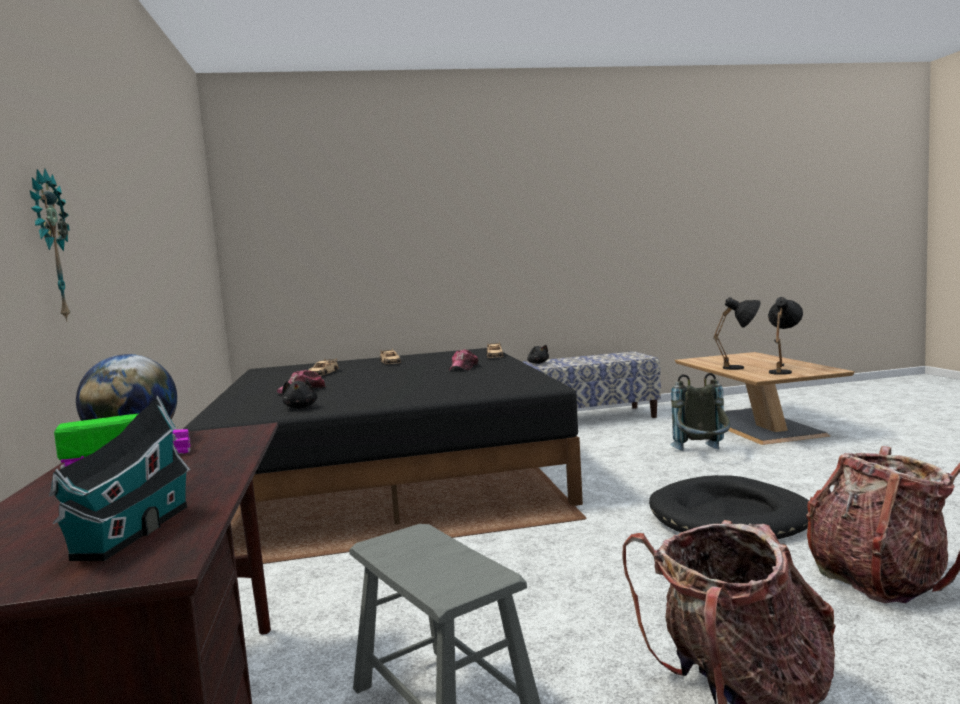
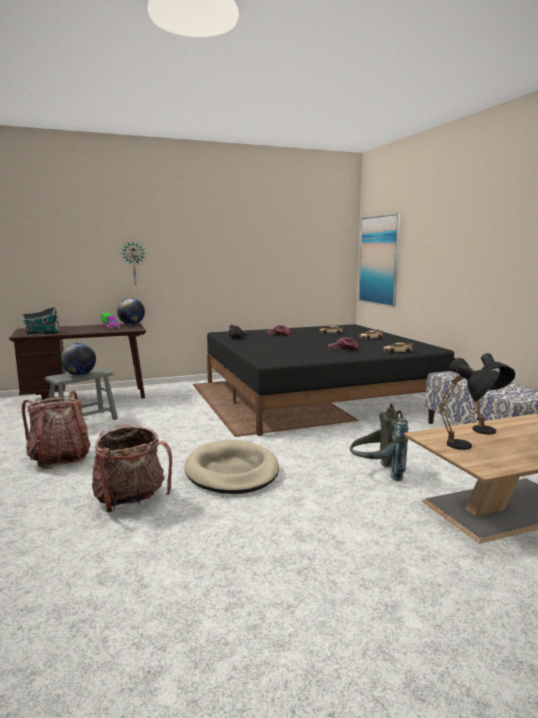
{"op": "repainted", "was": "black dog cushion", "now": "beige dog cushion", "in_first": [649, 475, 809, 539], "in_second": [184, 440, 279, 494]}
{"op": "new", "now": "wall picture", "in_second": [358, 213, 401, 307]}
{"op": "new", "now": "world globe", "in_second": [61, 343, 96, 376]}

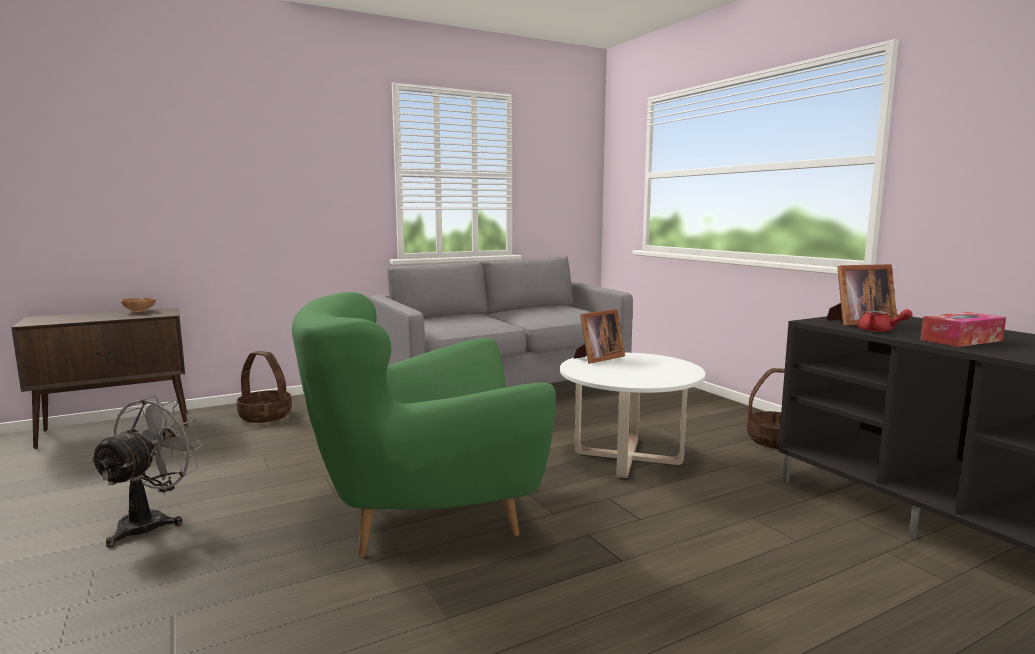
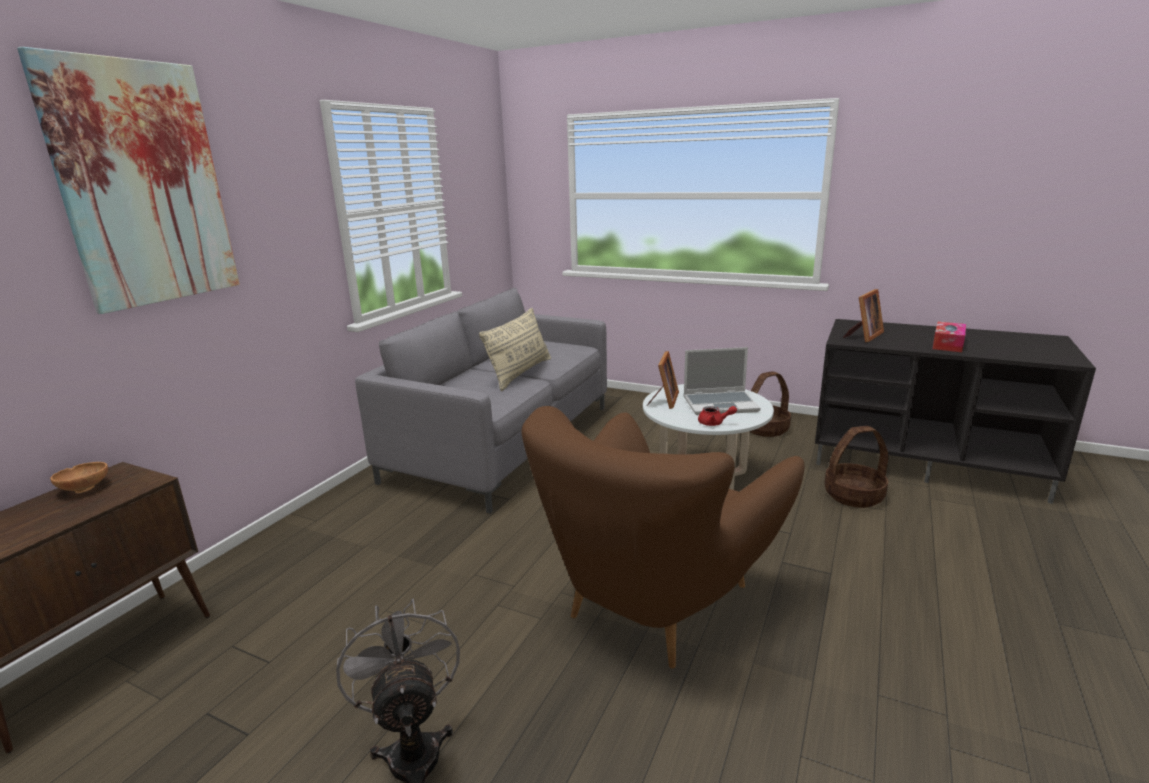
{"op": "repainted", "was": "greenish lounge chair", "now": "brown-coloured lounge chair", "in_first": [292, 292, 556, 558], "in_second": [522, 406, 805, 669]}
{"op": "shifted", "was": "reddish teapot", "in_first": [858, 309, 913, 332], "in_second": [698, 406, 737, 426]}
{"op": "shifted", "was": "storage basket", "in_first": [237, 351, 292, 423], "in_second": [824, 426, 888, 508]}
{"op": "new", "now": "wall picture", "in_second": [17, 47, 240, 314]}
{"op": "new", "now": "beige throw pillow", "in_second": [479, 308, 551, 391]}
{"op": "new", "now": "portable computer", "in_second": [684, 347, 761, 415]}

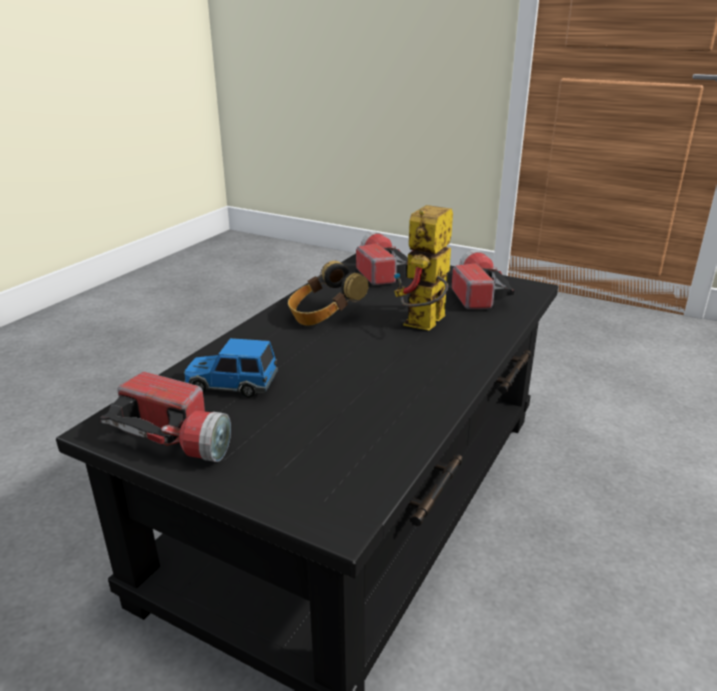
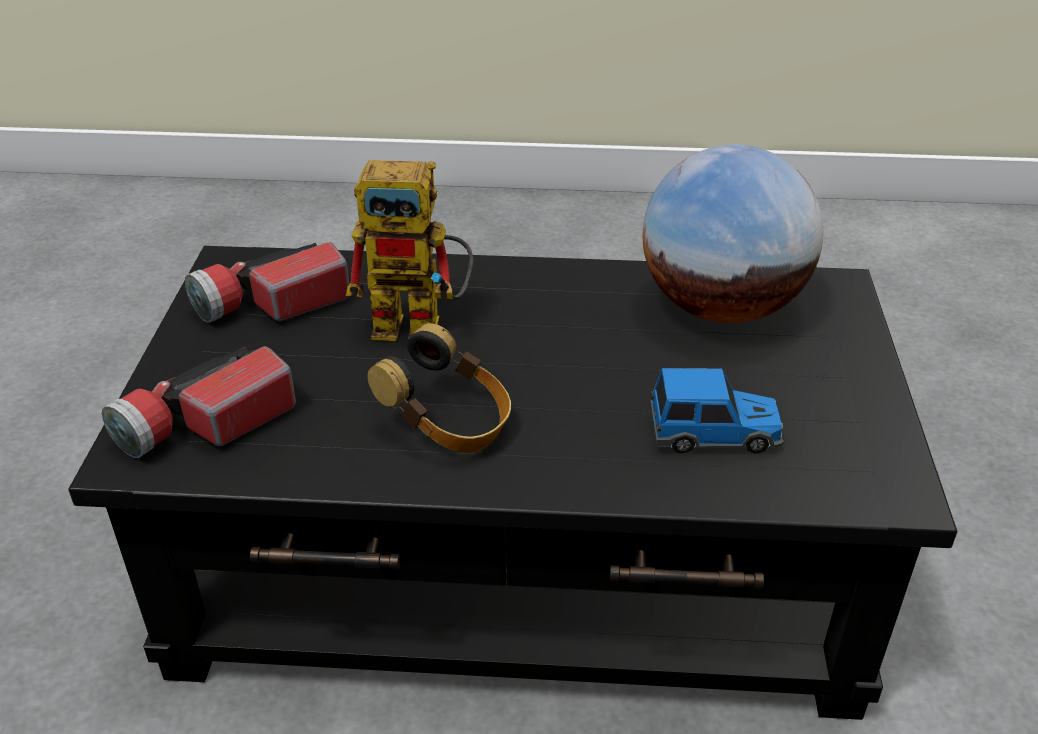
{"op": "rotated", "was": "miniature car", "in_first": [184, 338, 278, 398], "in_second": [650, 368, 783, 454], "clockwise": -75}
{"op": "gone", "was": "flashlight", "in_first": [100, 372, 231, 462]}
{"op": "new", "now": "world globe", "in_second": [643, 144, 823, 323]}

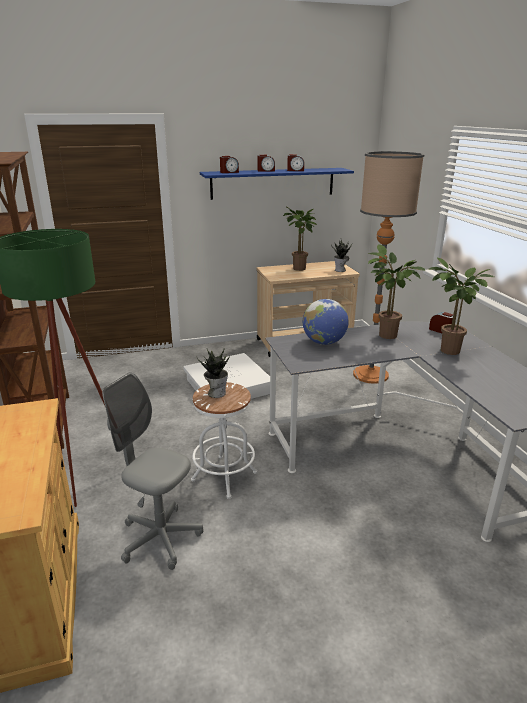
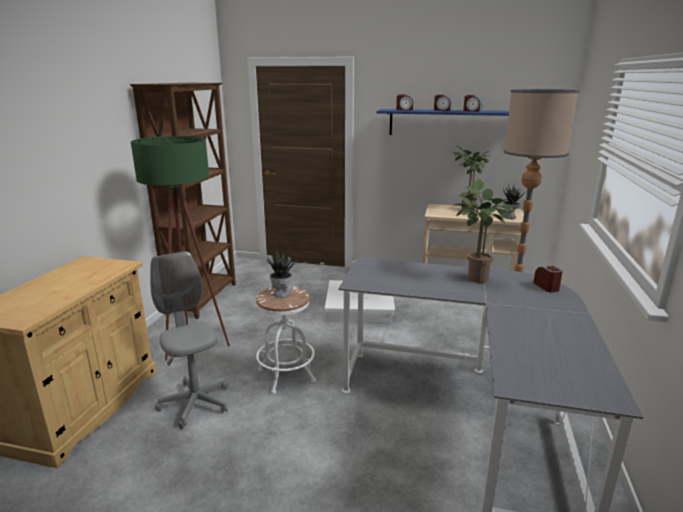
{"op": "gone", "was": "potted plant", "in_first": [428, 258, 494, 355]}
{"op": "gone", "was": "world globe", "in_first": [303, 299, 349, 345]}

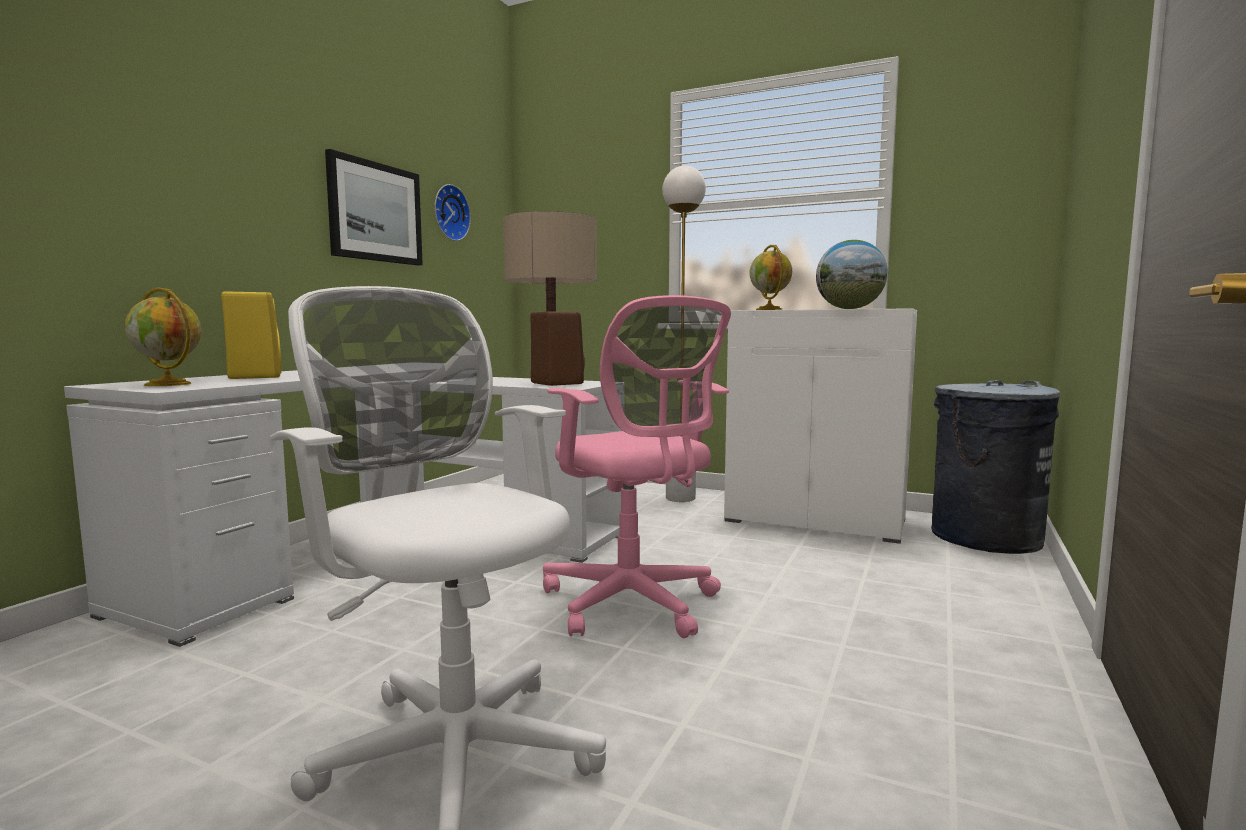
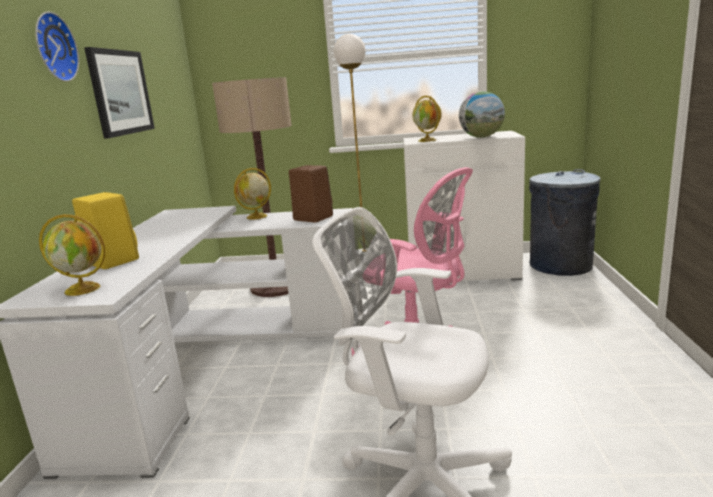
{"op": "shifted", "was": "hanging clock", "in_first": [434, 184, 471, 241], "in_second": [35, 12, 79, 82]}
{"op": "new", "now": "world globe", "in_second": [234, 168, 271, 220]}

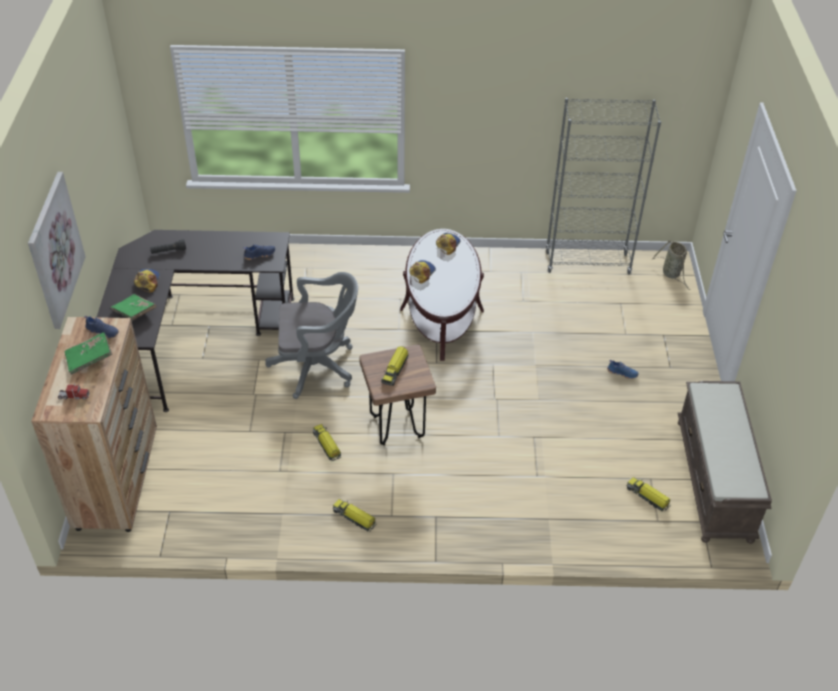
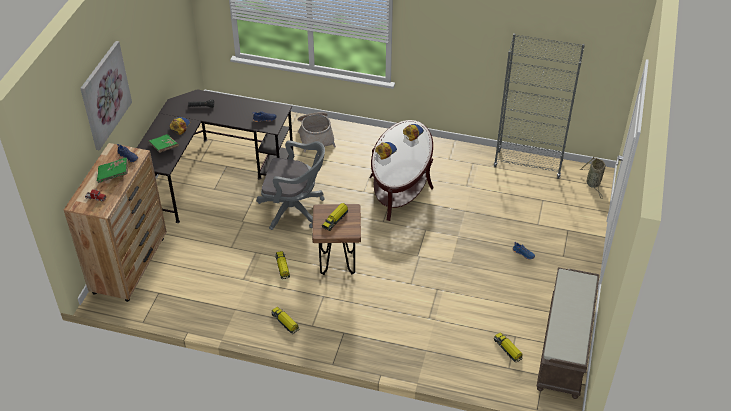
{"op": "new", "now": "storage basket", "in_second": [298, 112, 336, 152]}

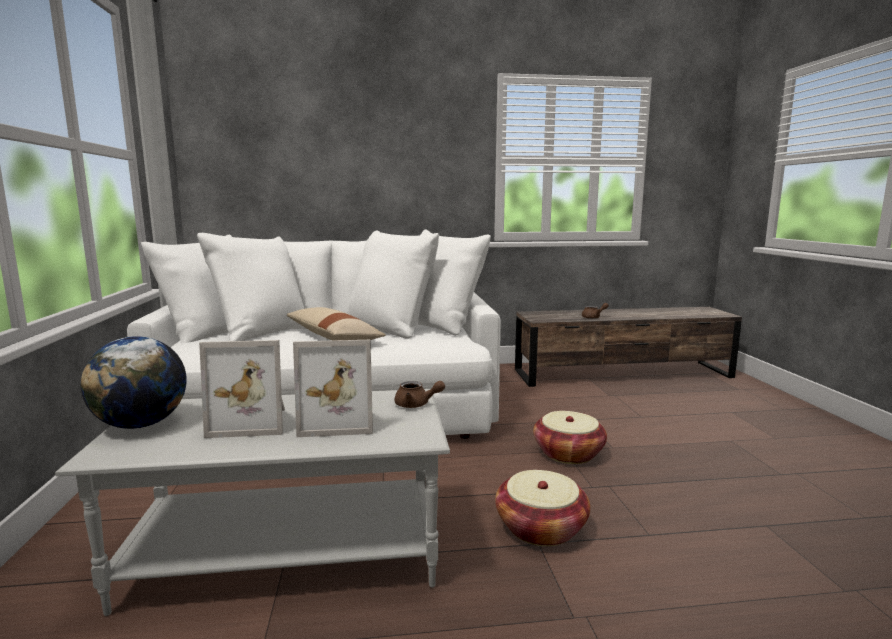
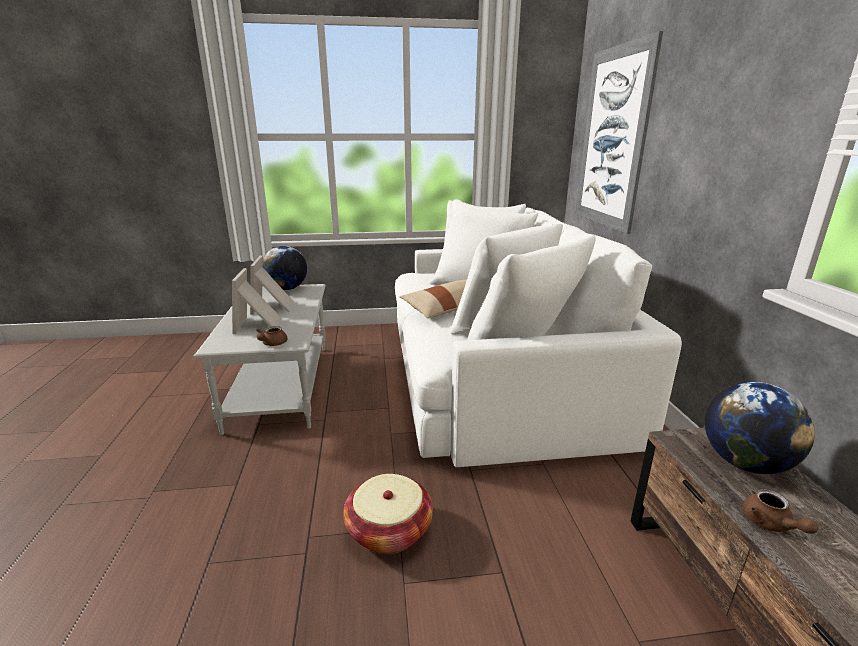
{"op": "gone", "was": "storage basket", "in_first": [495, 470, 590, 546]}
{"op": "new", "now": "wall picture", "in_second": [575, 31, 663, 234]}
{"op": "new", "now": "world globe", "in_second": [705, 382, 815, 474]}

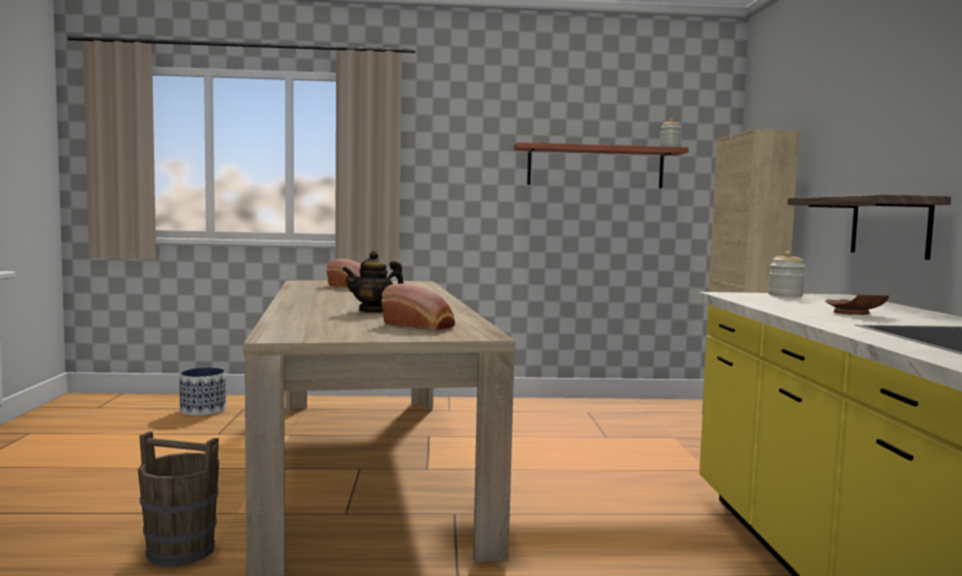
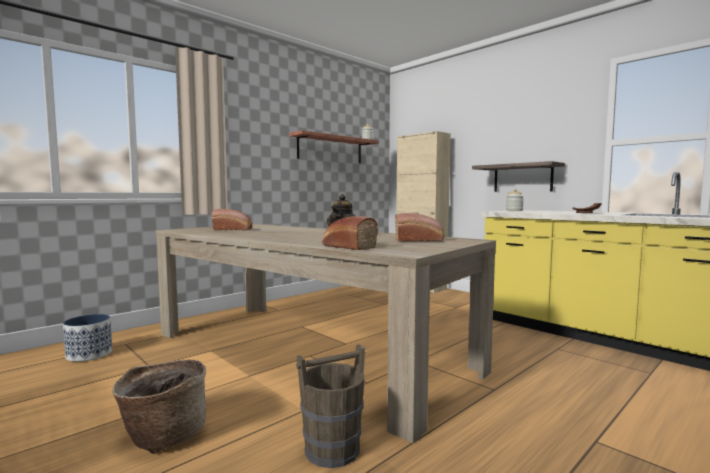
{"op": "new", "now": "bakery bread", "in_second": [322, 216, 378, 250]}
{"op": "new", "now": "storage basket", "in_second": [112, 359, 206, 454]}

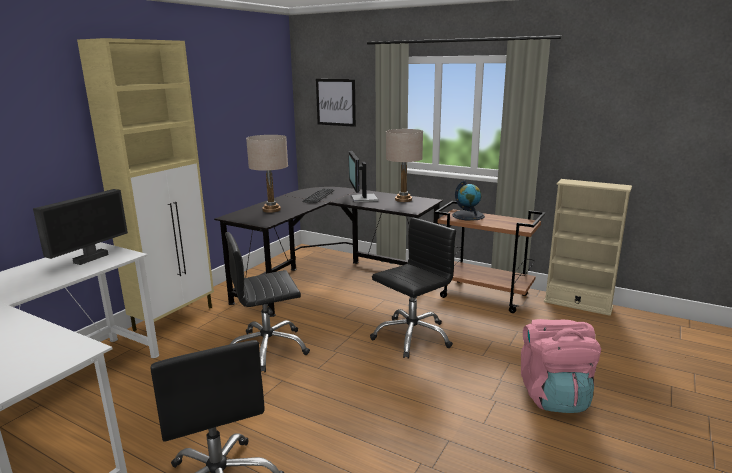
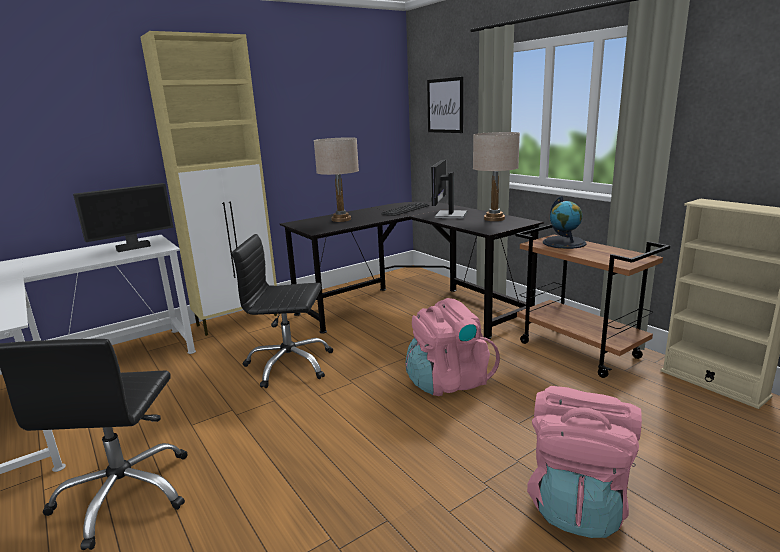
{"op": "swapped", "was": "black office chair", "now": "pinkish rucksack", "in_first": [370, 217, 456, 359], "in_second": [405, 298, 500, 396]}

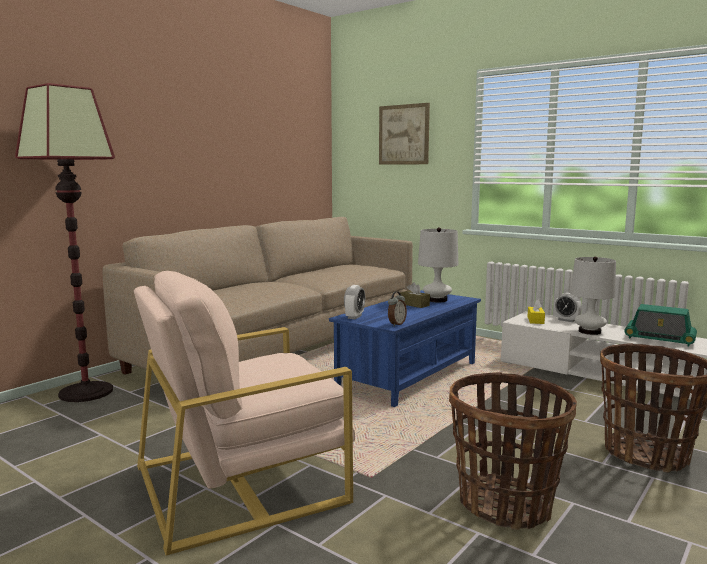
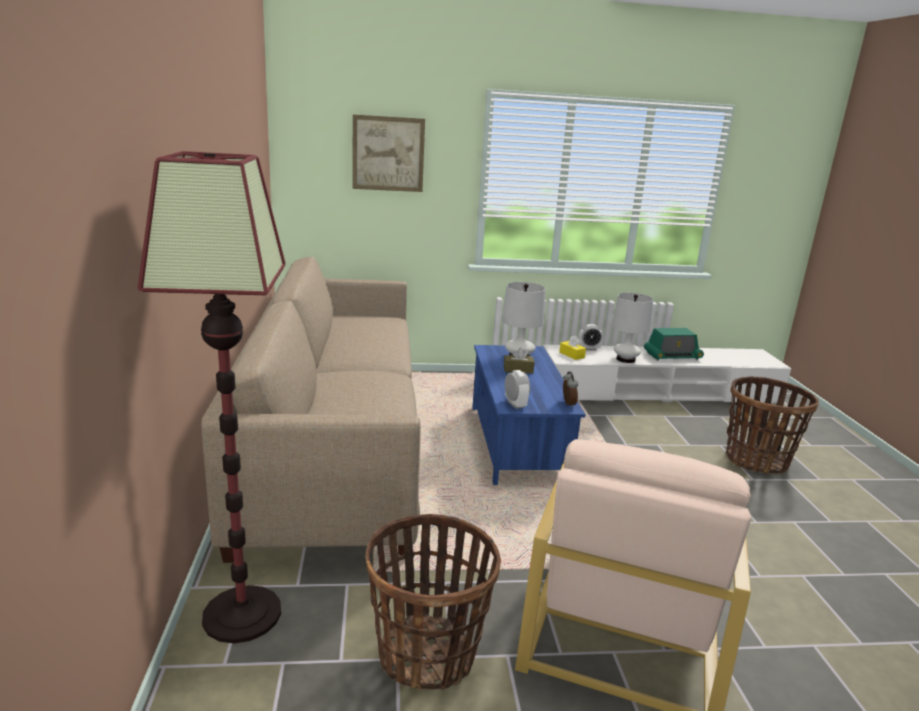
{"op": "shifted", "was": "storage basket", "in_first": [449, 372, 577, 530], "in_second": [366, 514, 501, 690]}

